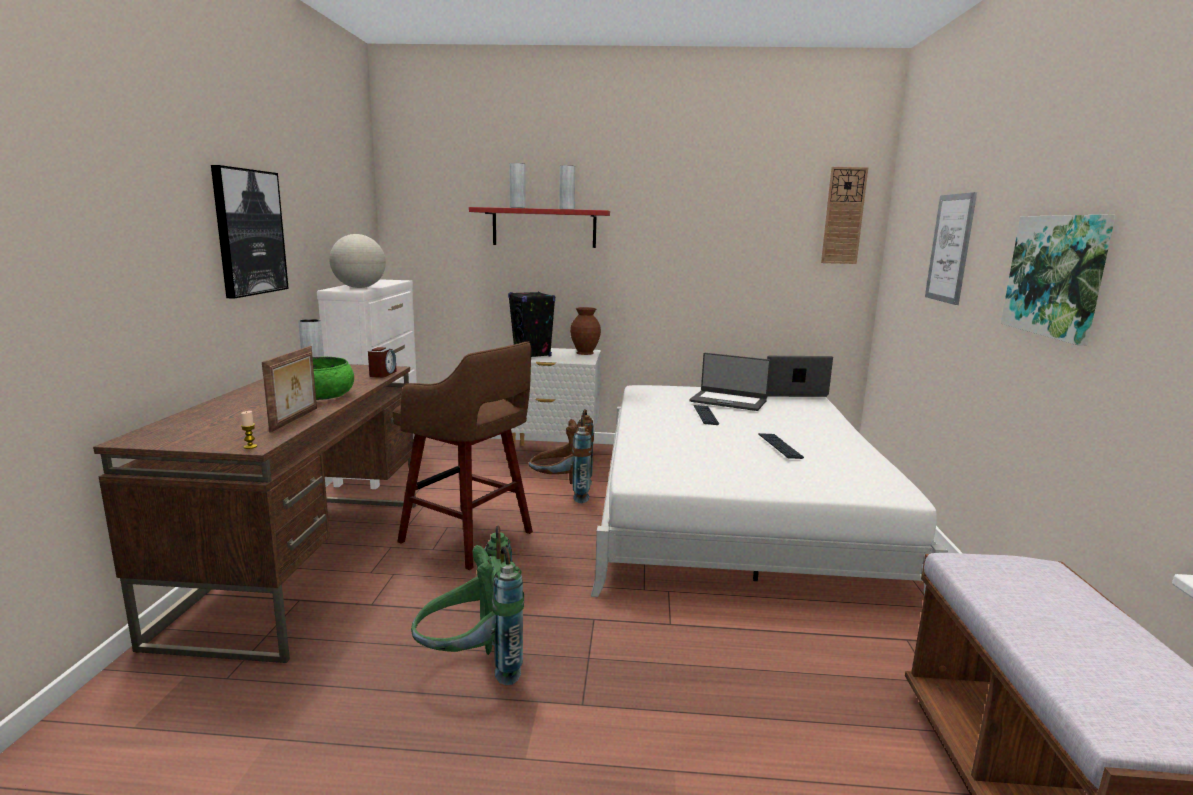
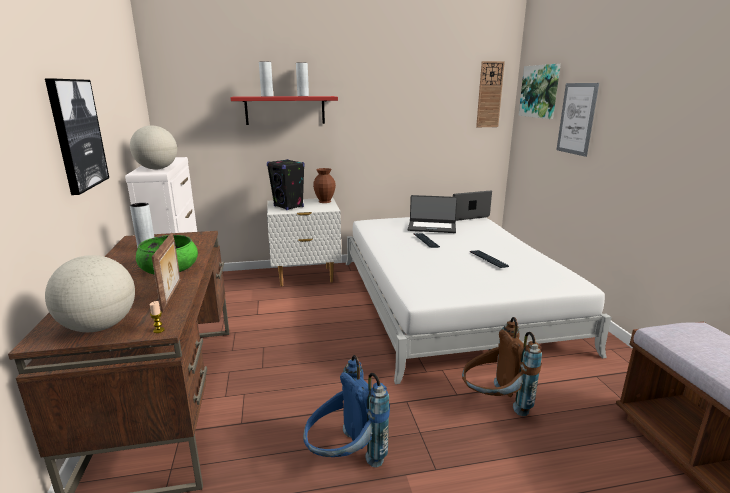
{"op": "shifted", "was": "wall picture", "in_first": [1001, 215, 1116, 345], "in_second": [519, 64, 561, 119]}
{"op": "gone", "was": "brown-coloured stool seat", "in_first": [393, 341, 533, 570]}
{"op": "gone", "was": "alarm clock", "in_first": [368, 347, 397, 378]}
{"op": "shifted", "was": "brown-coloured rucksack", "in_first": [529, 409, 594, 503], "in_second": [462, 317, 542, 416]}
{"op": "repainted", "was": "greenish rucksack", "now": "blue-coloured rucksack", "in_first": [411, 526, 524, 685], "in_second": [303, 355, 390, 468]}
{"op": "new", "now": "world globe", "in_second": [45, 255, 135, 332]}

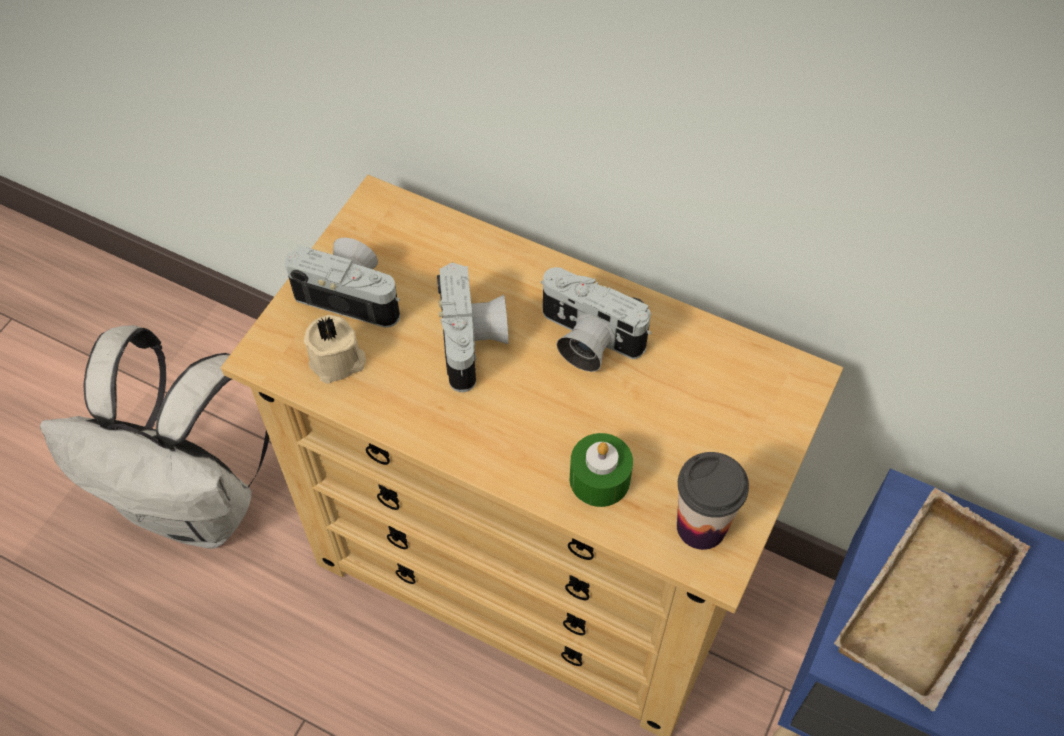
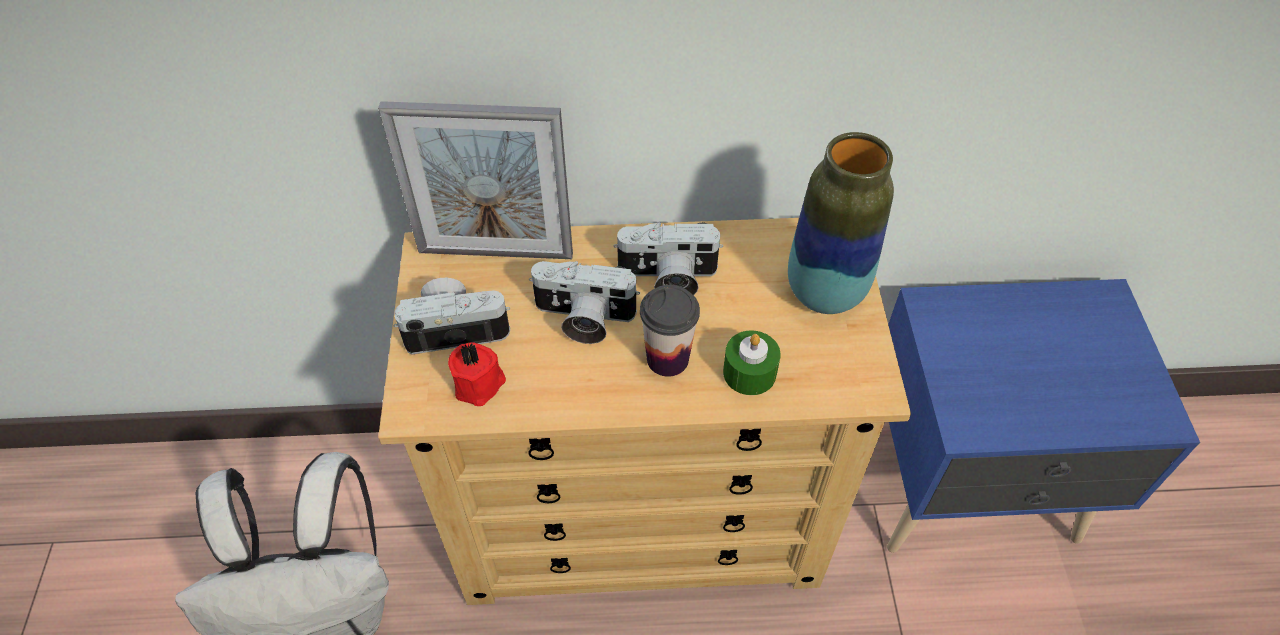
{"op": "rotated", "was": "still camera", "in_first": [437, 263, 509, 392], "in_second": [529, 261, 640, 344], "clockwise": 135}
{"op": "repainted", "was": "beige candle", "now": "reddish candle", "in_first": [304, 315, 366, 384], "in_second": [448, 343, 506, 406]}
{"op": "shifted", "was": "drinking cup", "in_first": [677, 452, 749, 550], "in_second": [640, 285, 700, 377]}
{"op": "gone", "was": "beige serving tray", "in_first": [834, 488, 1030, 712]}
{"op": "new", "now": "photo frame", "in_second": [378, 101, 573, 259]}
{"op": "new", "now": "decorative vase", "in_second": [788, 132, 894, 314]}

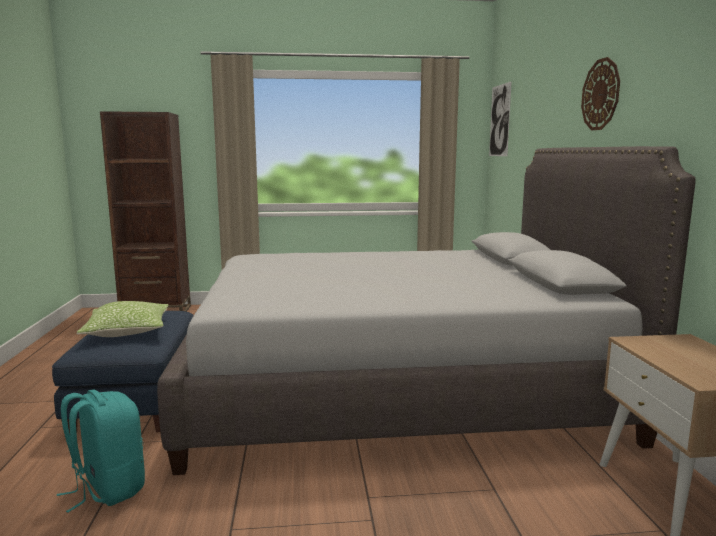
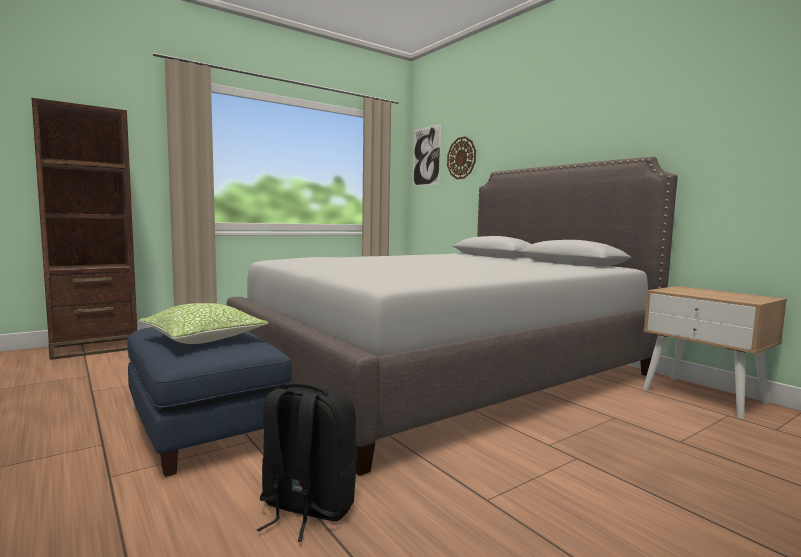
{"op": "shifted", "was": "hanging clock", "in_first": [581, 57, 620, 130], "in_second": [447, 136, 476, 179]}
{"op": "repainted", "was": "turquoise-coloured rucksack", "now": "black rucksack", "in_first": [57, 390, 145, 513], "in_second": [257, 383, 357, 542]}

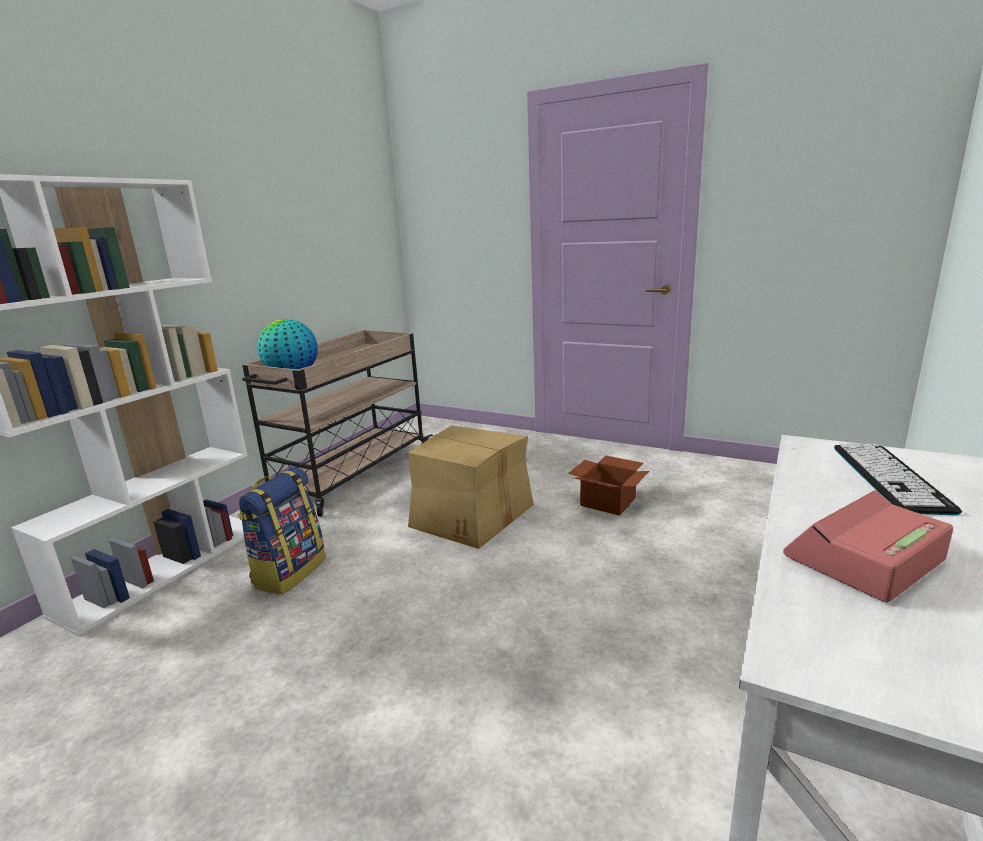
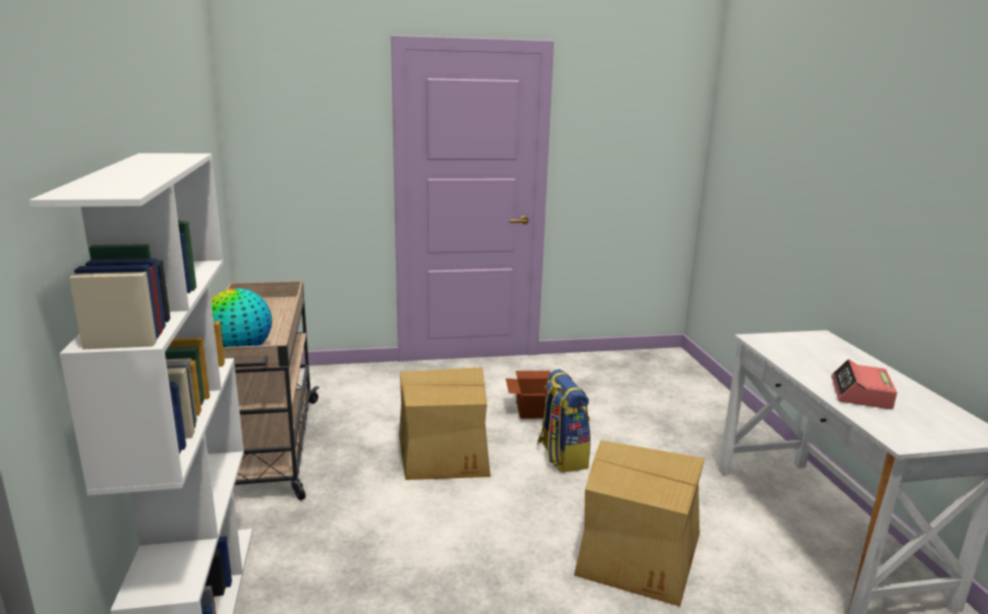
{"op": "gone", "was": "PC keyboard", "in_first": [834, 443, 962, 515]}
{"op": "shifted", "was": "rucksack", "in_first": [238, 467, 326, 595], "in_second": [537, 369, 591, 472]}
{"op": "new", "now": "carton", "in_second": [574, 440, 705, 607]}

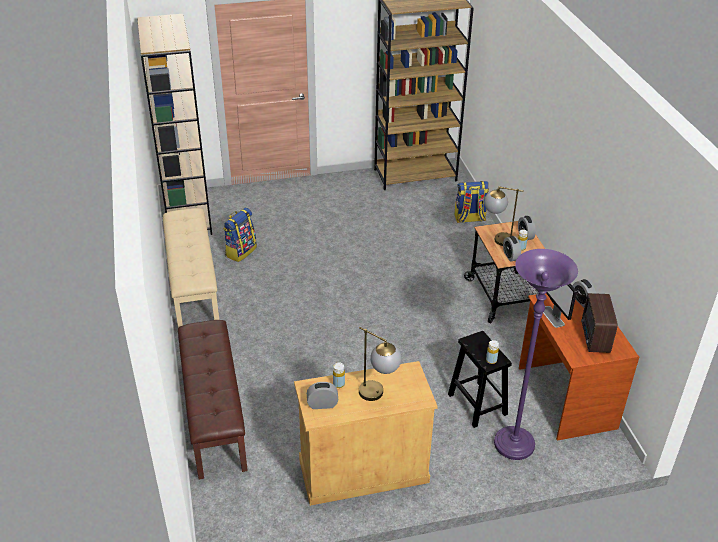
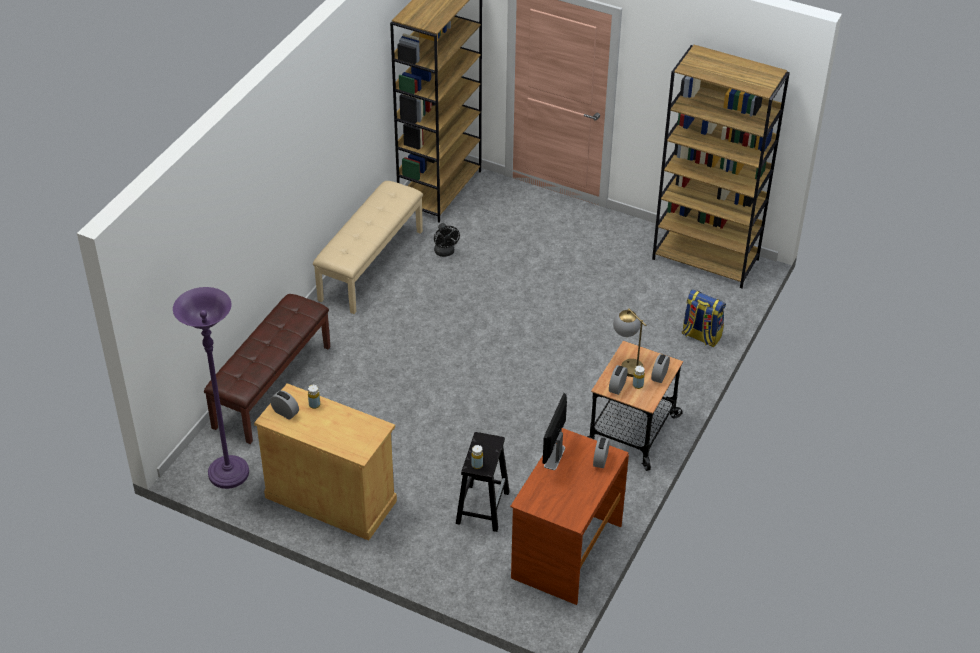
{"op": "swapped", "was": "rucksack", "now": "black electric fan", "in_first": [223, 208, 257, 262], "in_second": [434, 223, 460, 257]}
{"op": "shifted", "was": "purple standing lamp", "in_first": [494, 249, 578, 460], "in_second": [173, 287, 249, 489]}
{"op": "gone", "was": "radio", "in_first": [581, 293, 618, 353]}
{"op": "gone", "was": "lamp for a table", "in_first": [359, 327, 401, 401]}

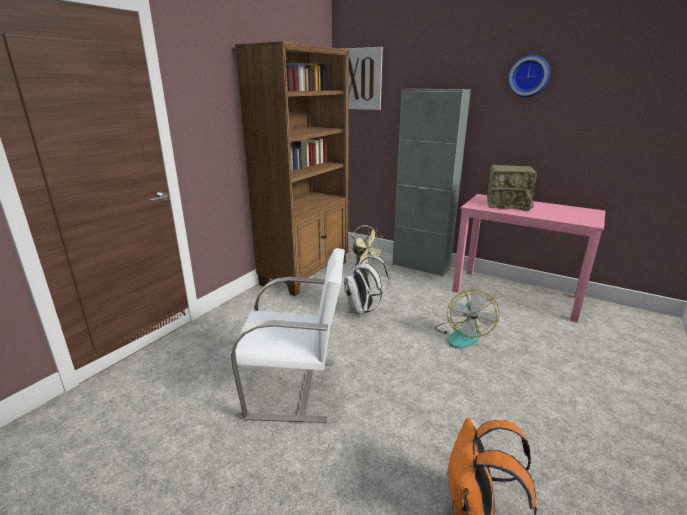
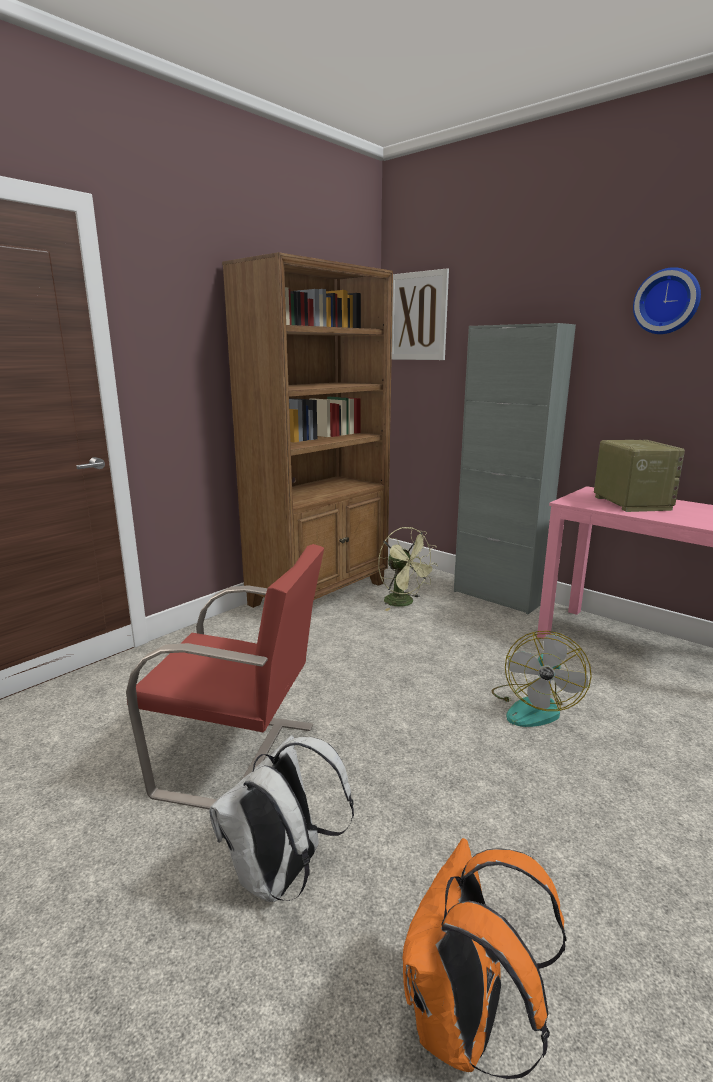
{"op": "rotated", "was": "radio", "in_first": [487, 165, 537, 211], "in_second": [594, 440, 685, 512], "clockwise": -120}
{"op": "repainted", "was": "white chair", "now": "reddish chair", "in_first": [228, 248, 345, 423], "in_second": [126, 544, 324, 809]}
{"op": "shifted", "was": "white rucksack", "in_first": [344, 256, 389, 315], "in_second": [209, 735, 354, 902]}

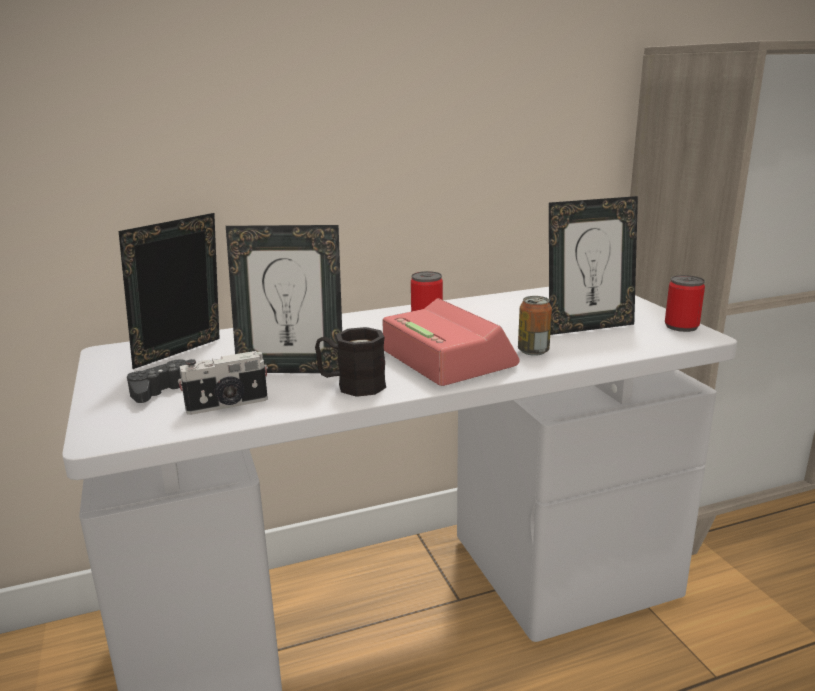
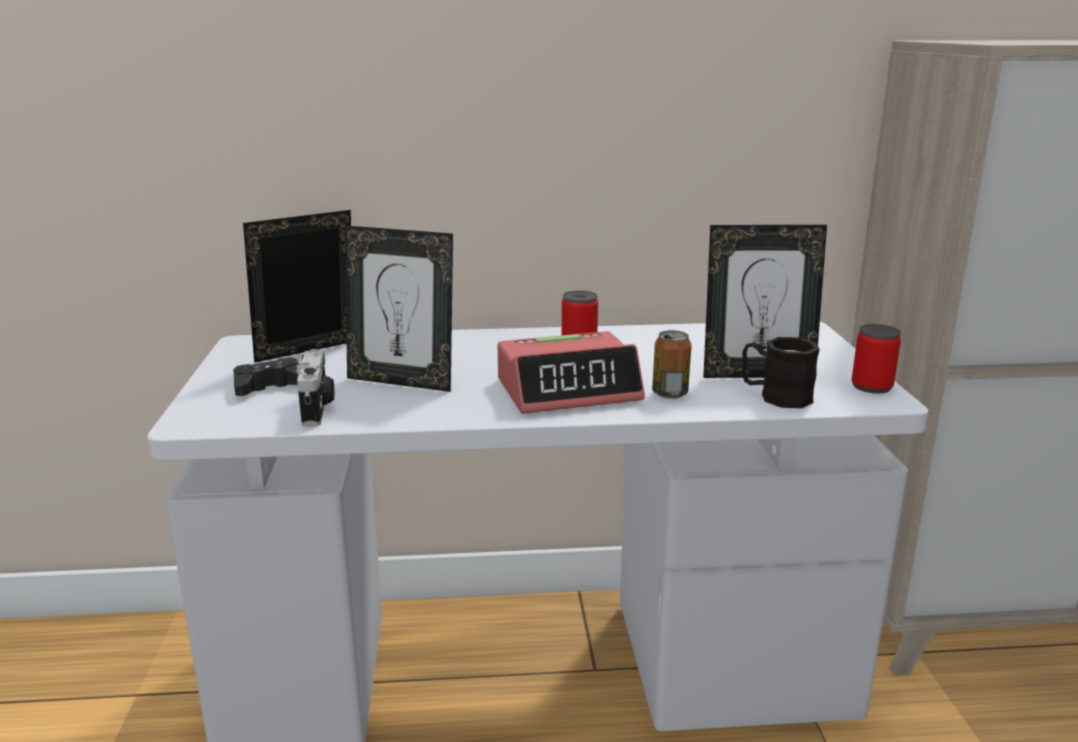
{"op": "rotated", "was": "alarm clock", "in_first": [382, 298, 520, 386], "in_second": [498, 331, 645, 414], "clockwise": 90}
{"op": "shifted", "was": "black mug", "in_first": [315, 327, 386, 397], "in_second": [742, 337, 820, 408]}
{"op": "rotated", "was": "still camera", "in_first": [178, 351, 268, 415], "in_second": [296, 349, 335, 427], "clockwise": -90}

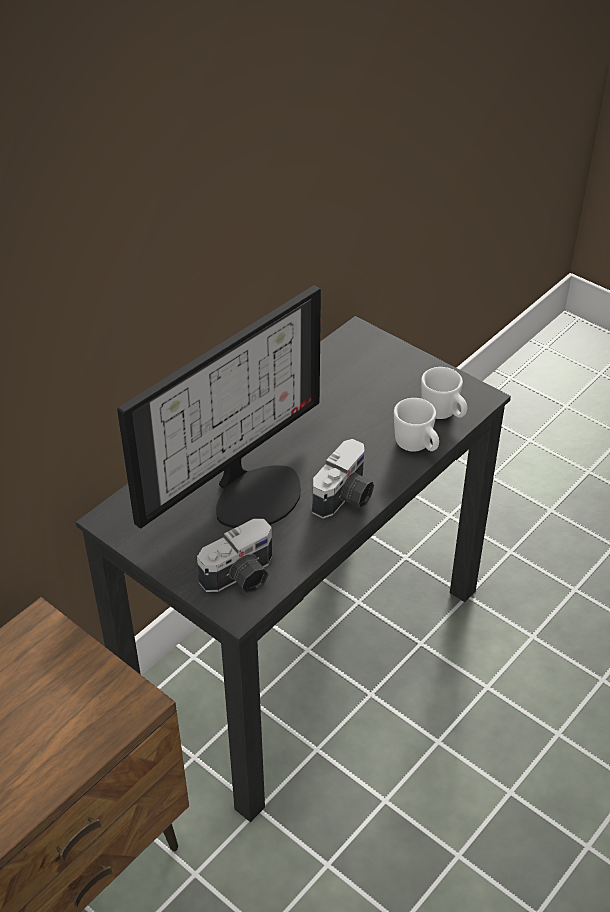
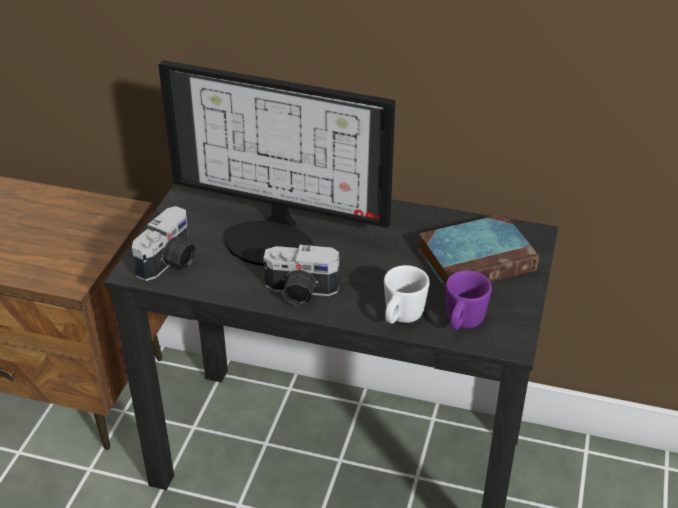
{"op": "repainted", "was": "white mug", "now": "purple mug", "in_first": [421, 367, 467, 419], "in_second": [446, 270, 492, 330]}
{"op": "rotated", "was": "still camera", "in_first": [197, 519, 272, 593], "in_second": [132, 206, 196, 281], "clockwise": -90}
{"op": "new", "now": "book", "in_second": [418, 214, 539, 289]}

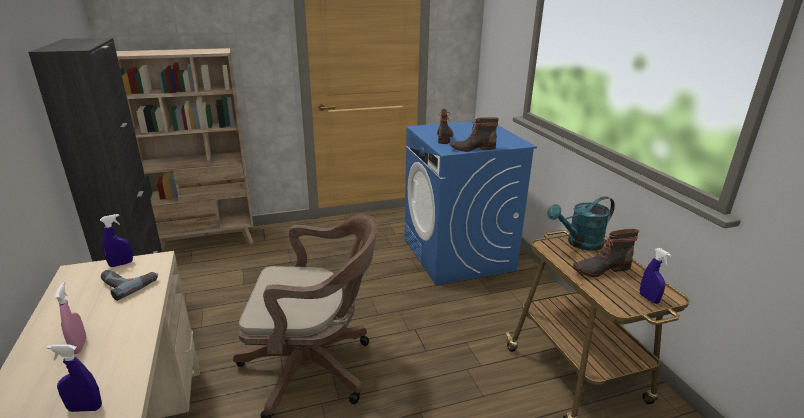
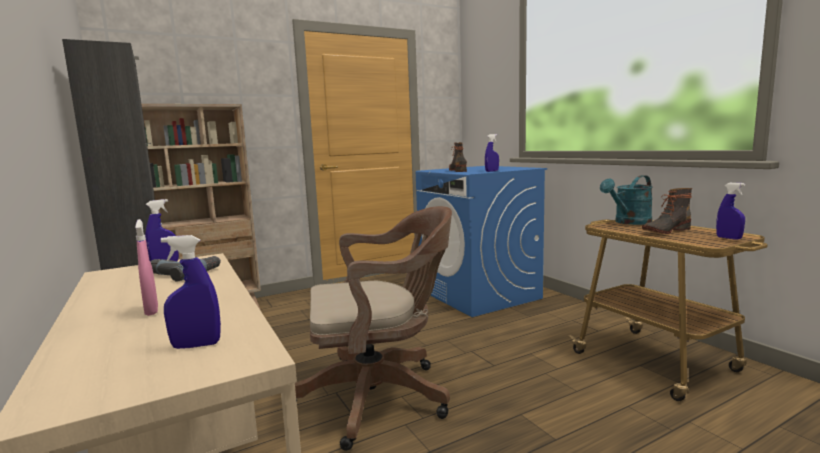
{"op": "swapped", "was": "high-top boot", "now": "blue-coloured hand sprayer", "in_first": [450, 117, 499, 152], "in_second": [485, 134, 499, 172]}

